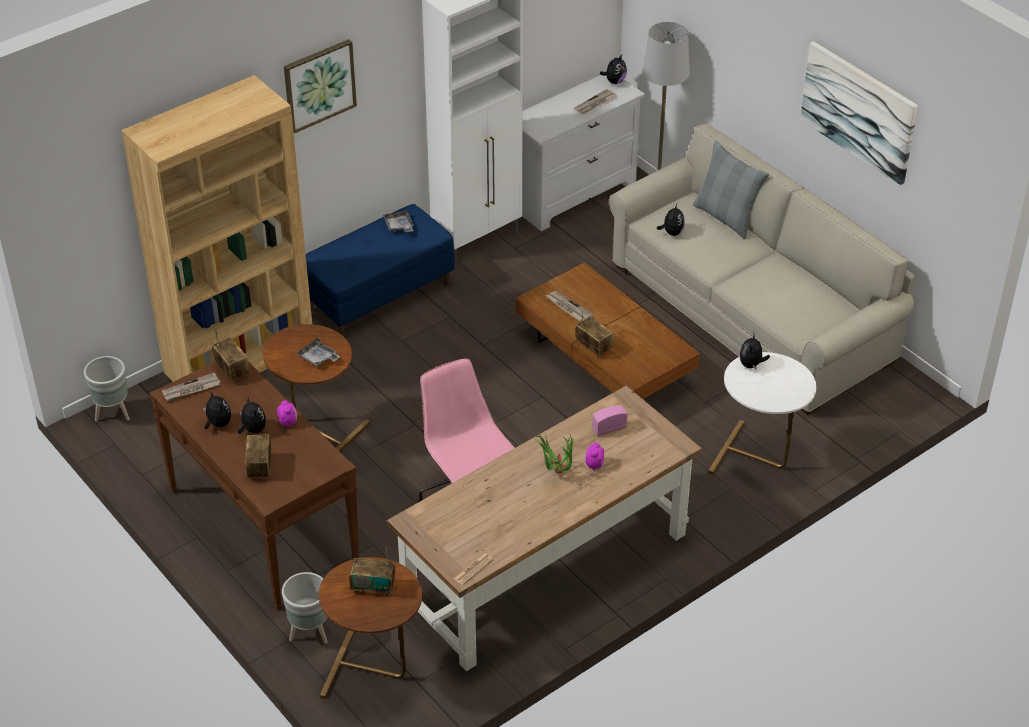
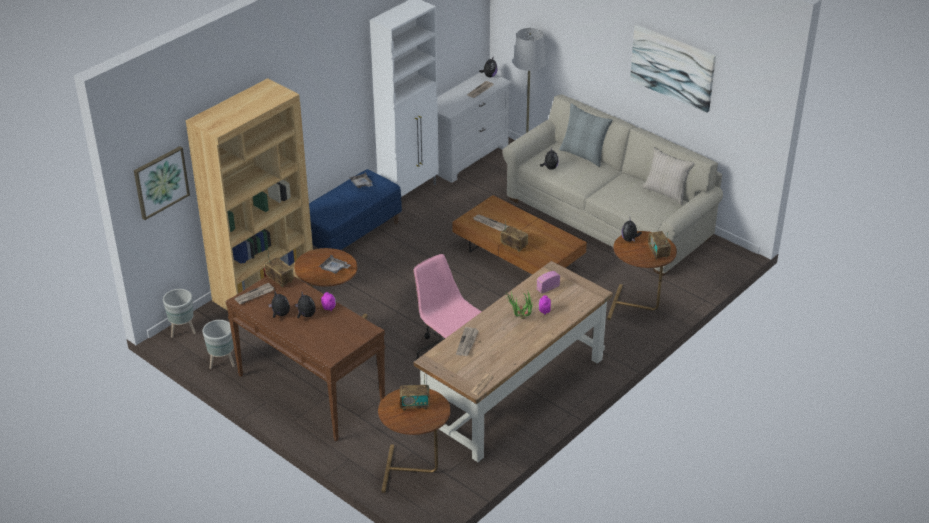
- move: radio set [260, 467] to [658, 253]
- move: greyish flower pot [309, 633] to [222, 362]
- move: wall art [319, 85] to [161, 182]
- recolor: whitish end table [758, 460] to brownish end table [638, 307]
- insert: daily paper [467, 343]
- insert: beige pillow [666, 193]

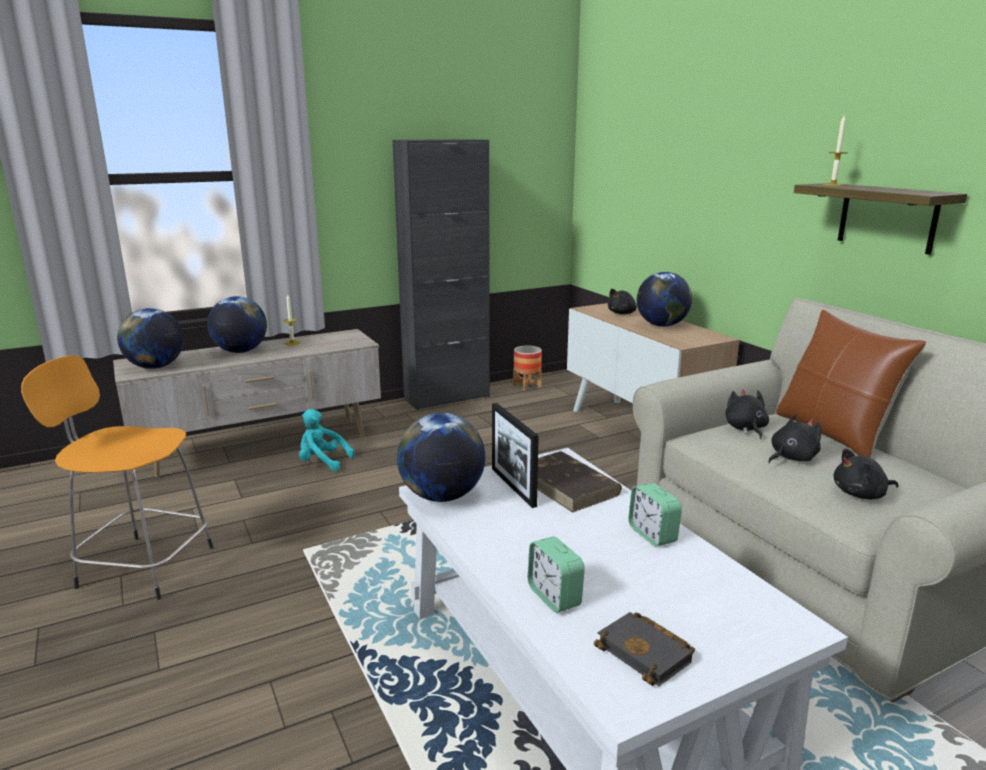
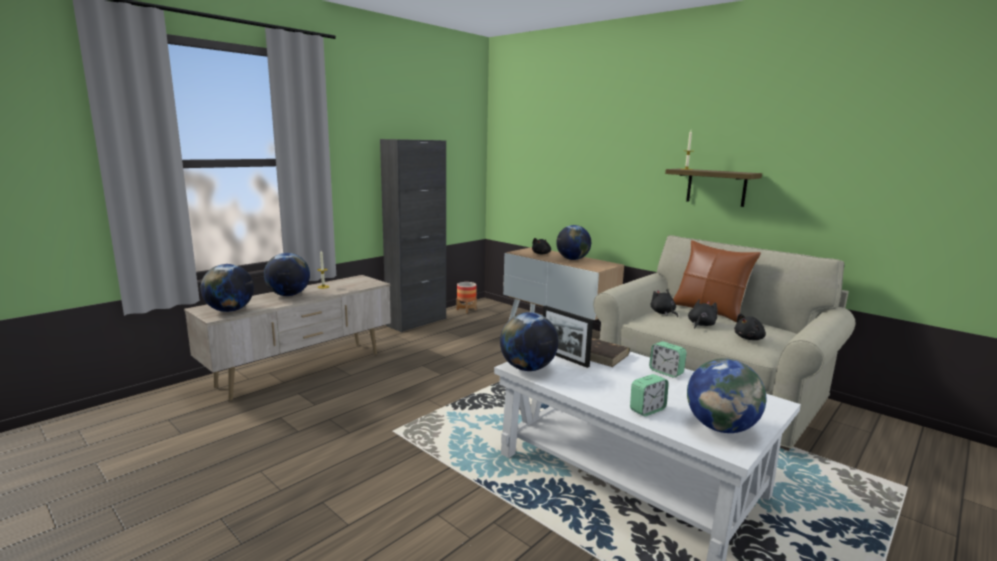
- delete: orange-coloured stool [142, 566]
- delete: blue-green plush toy [322, 462]
- rotate: bedside clock [554, 596] = [647, 410] 75 degrees counterclockwise
- replace: black-coloured volume [647, 653] to desk globe [721, 427]

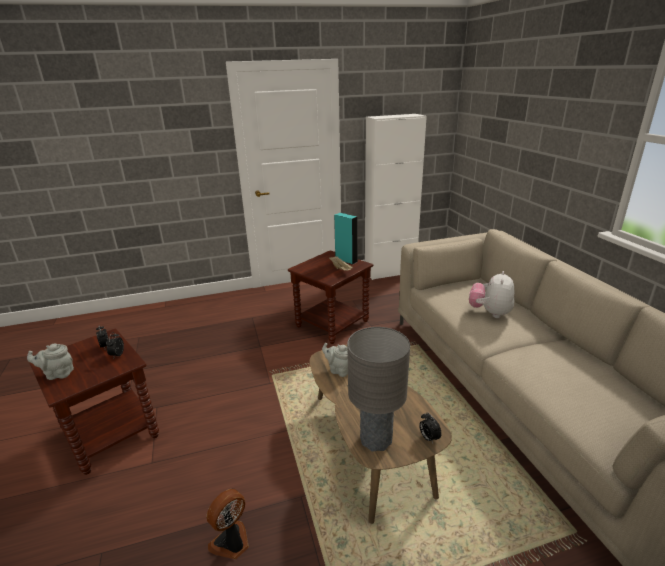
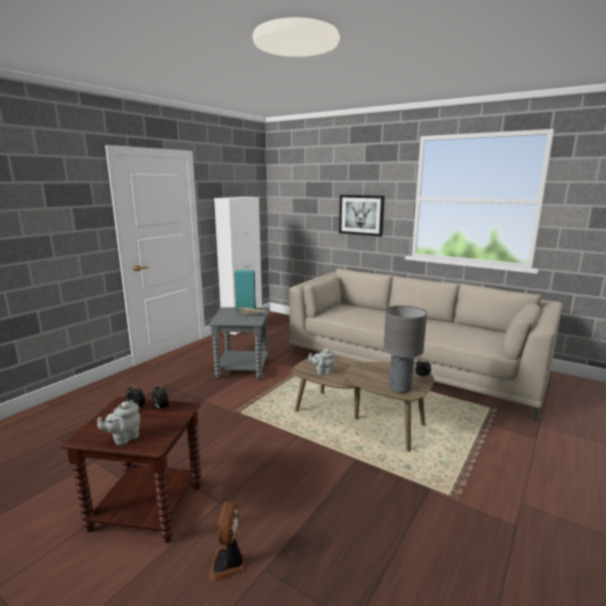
- move: cooling fan [232, 543] to [228, 564]
- recolor: brownish end table [332, 324] to greyish end table [243, 368]
- delete: plush toy [490, 313]
- insert: wall art [361, 215]

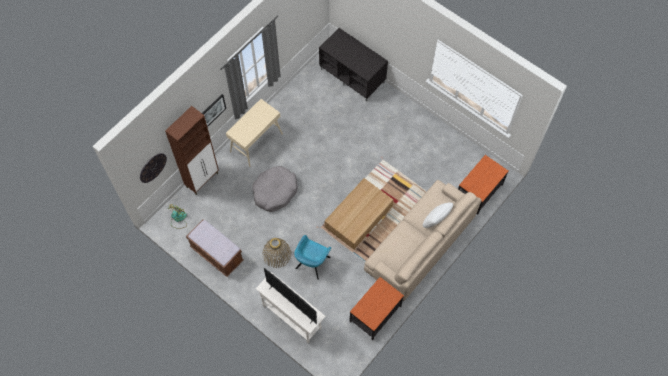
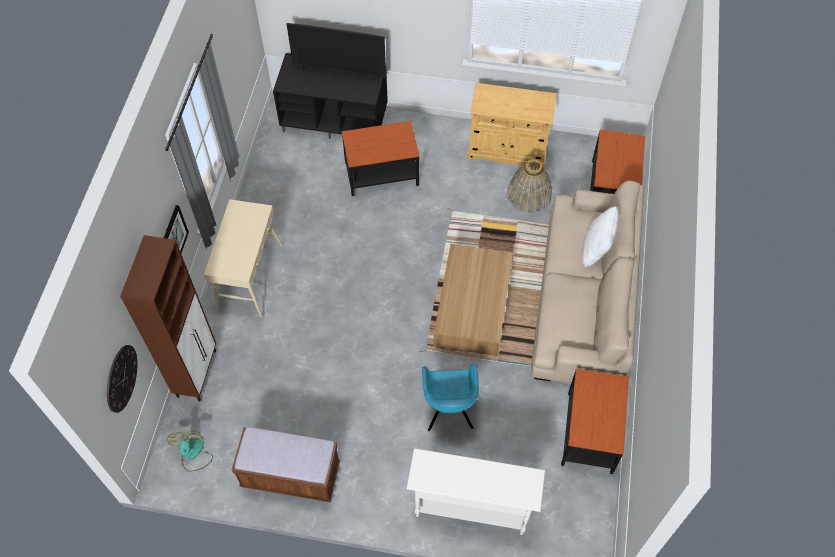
- delete: greyish dog bed [275, 191]
- move: storage basket [277, 254] to [529, 194]
- move: TV [292, 303] to [340, 74]
- insert: end table [381, 173]
- insert: beige cabinet [507, 149]

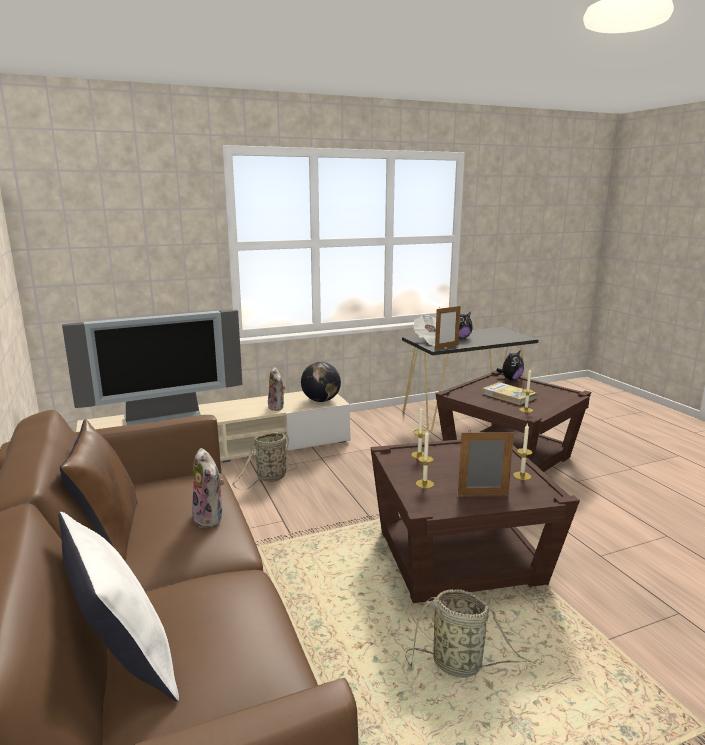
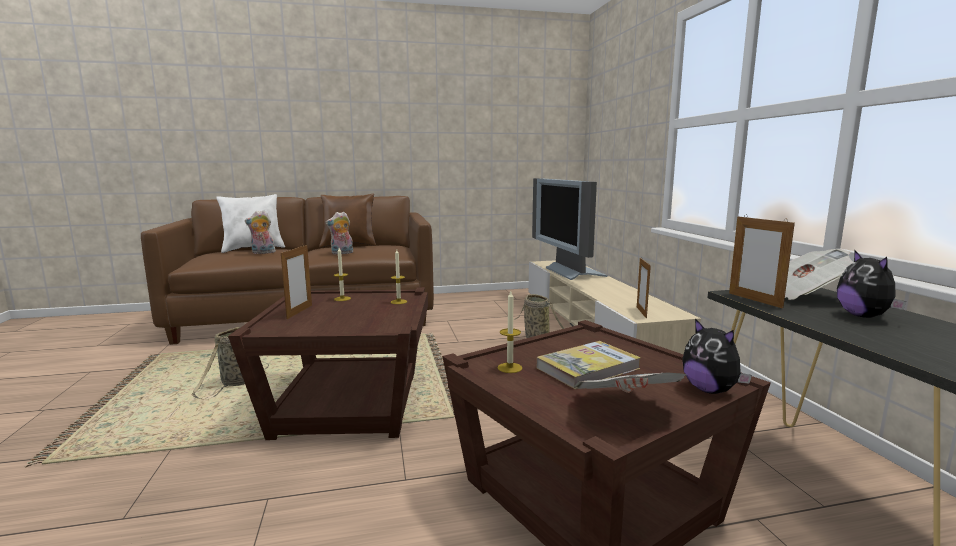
- move: plush toy [277, 407] to [262, 253]
- replace: desk globe [321, 400] to picture frame [641, 312]
- delete: candle [522, 476]
- insert: daily paper [624, 409]

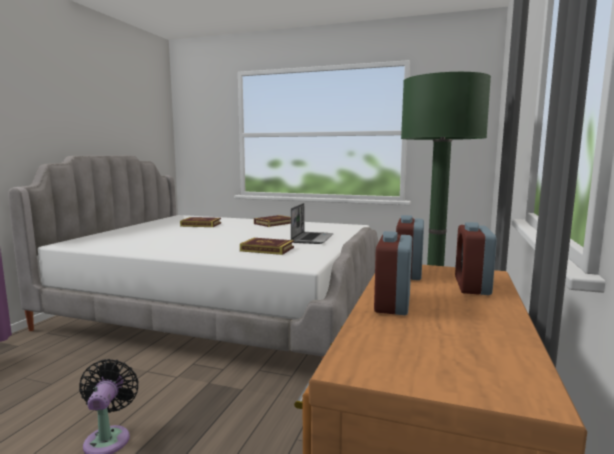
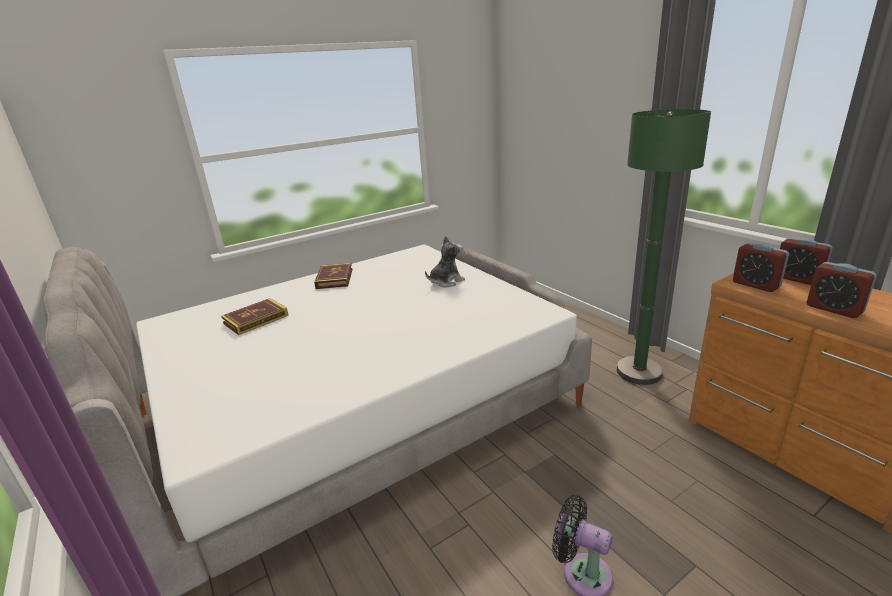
- delete: volume [267, 249]
- replace: portable computer [312, 239] to plush toy [446, 282]

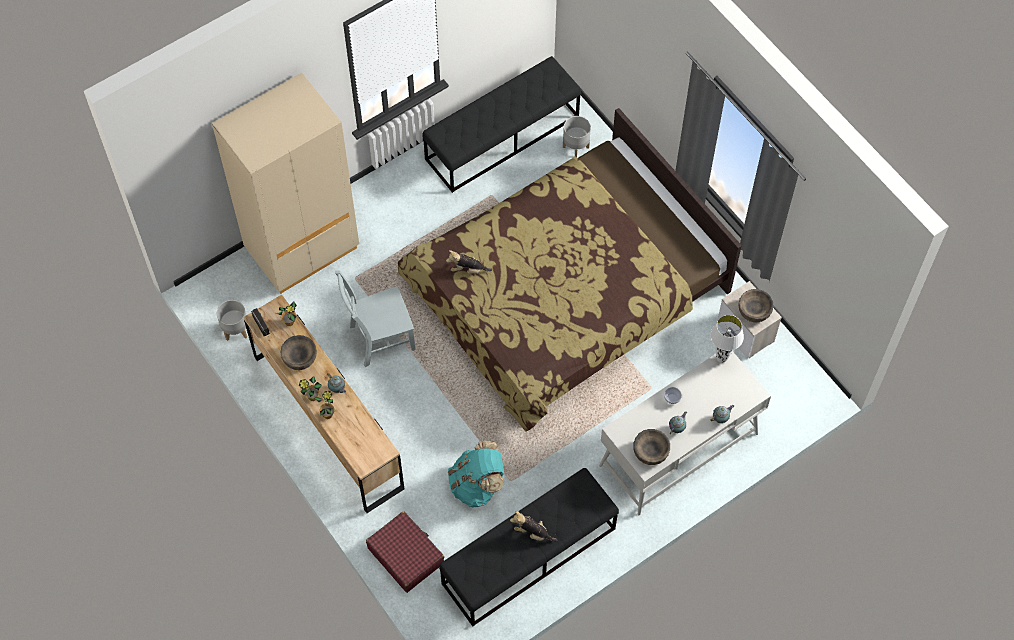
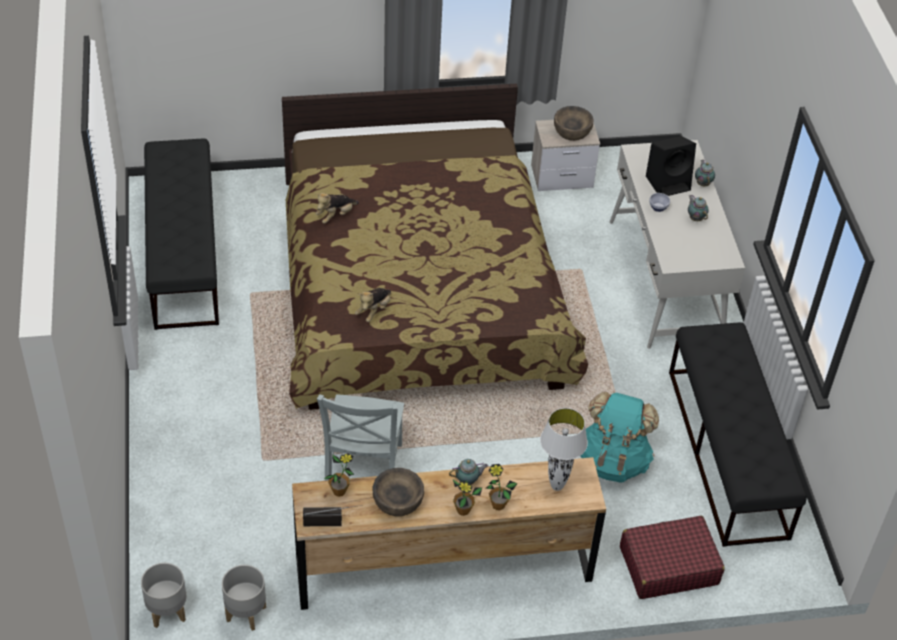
- delete: beige clothes cupboard [302, 249]
- move: plush toy [532, 532] to [336, 215]
- move: greyish flower pot [575, 147] to [167, 612]
- delete: brownish serving bowl [650, 451]
- move: whitish table lamp [721, 359] to [556, 486]
- insert: black-coloured audio speaker [668, 182]

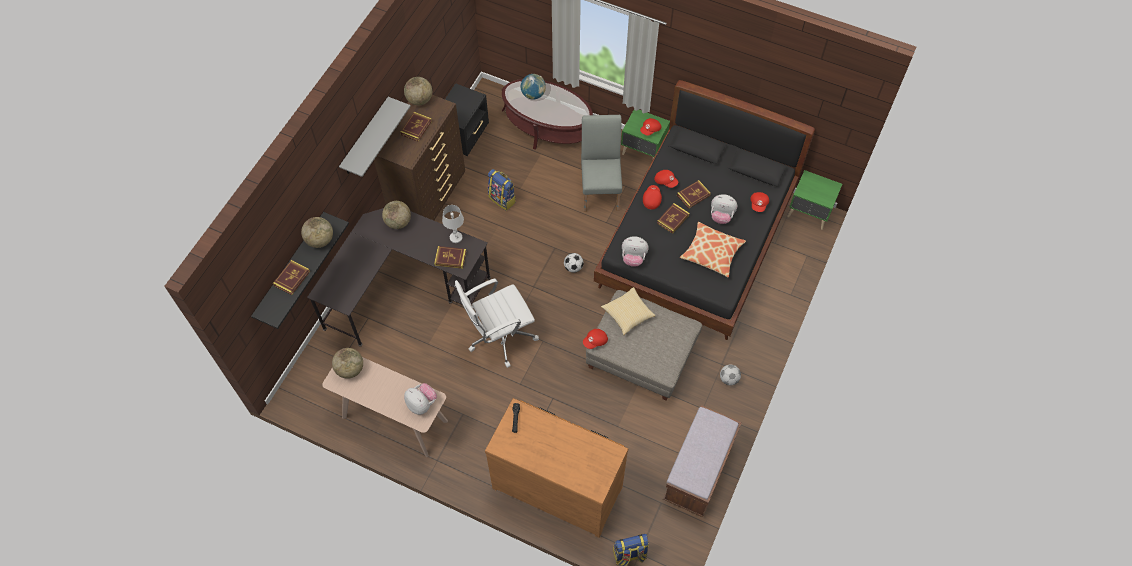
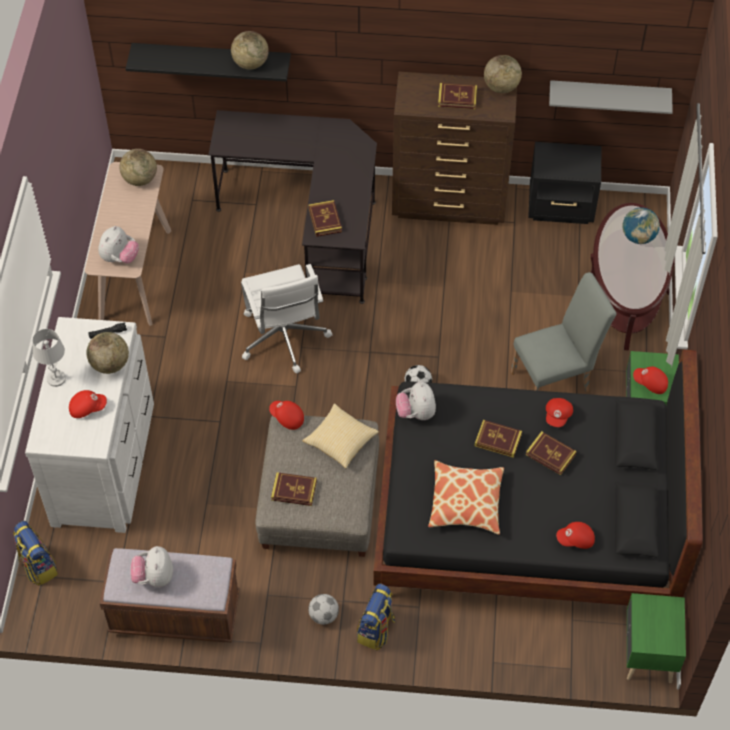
- move: volume [292, 278] to [294, 490]
- move: greyish bracket shelf [365, 137] to [609, 94]
- move: desk globe [398, 222] to [110, 364]
- move: whitish table lamp [456, 237] to [56, 379]
- rotate: whitish office chair [499, 336] = [284, 339] 150 degrees counterclockwise
- recolor: brownish dresser [558, 485] to whitish dresser [105, 462]
- move: knapsack [503, 199] to [376, 630]
- move: red peaked cap [651, 199] to [87, 408]
- move: plush toy [721, 216] to [154, 577]

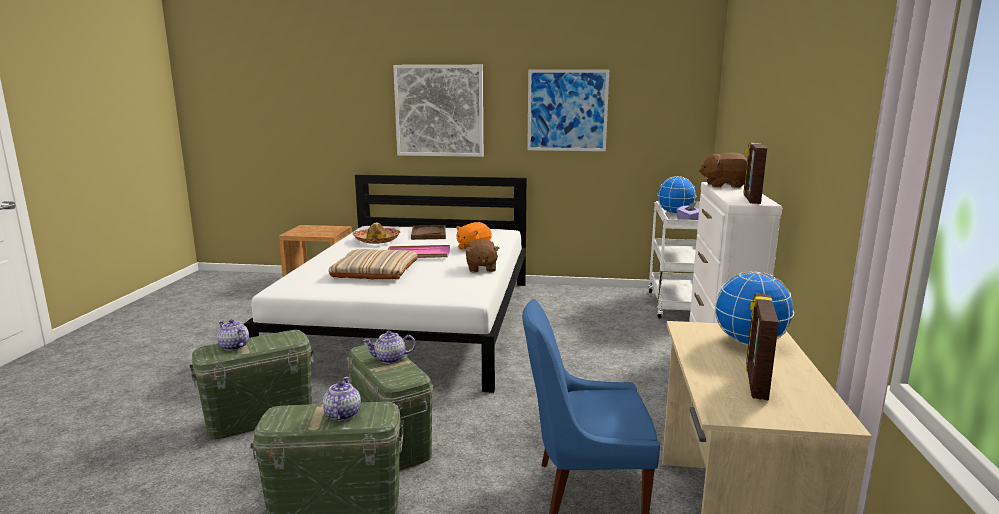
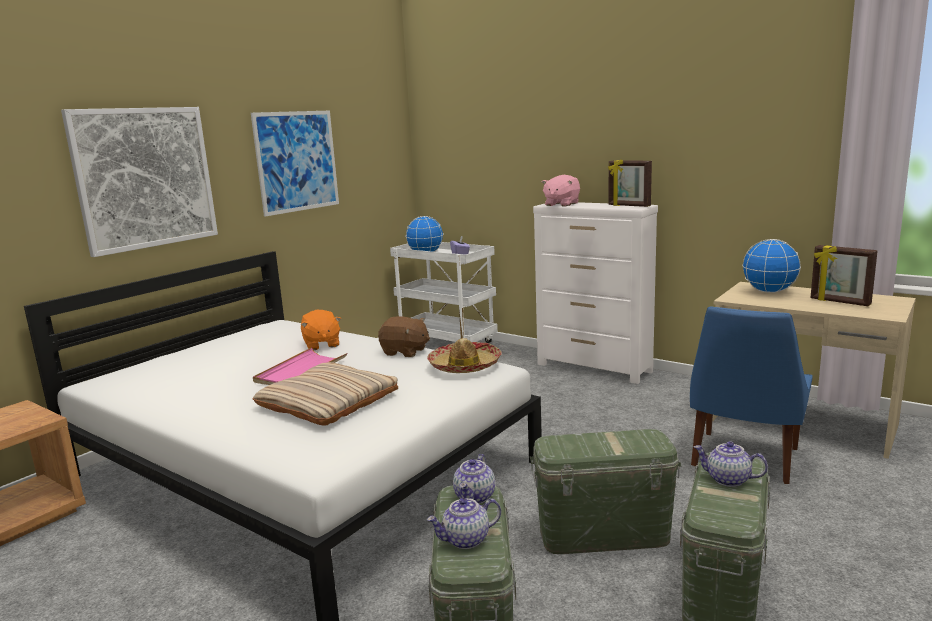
- move: clothing hat [377, 240] to [464, 366]
- move: tea pot [390, 359] to [475, 497]
- delete: brownish tray [428, 234]
- recolor: brownish plush toy [724, 185] to pink-coloured plush toy [561, 204]

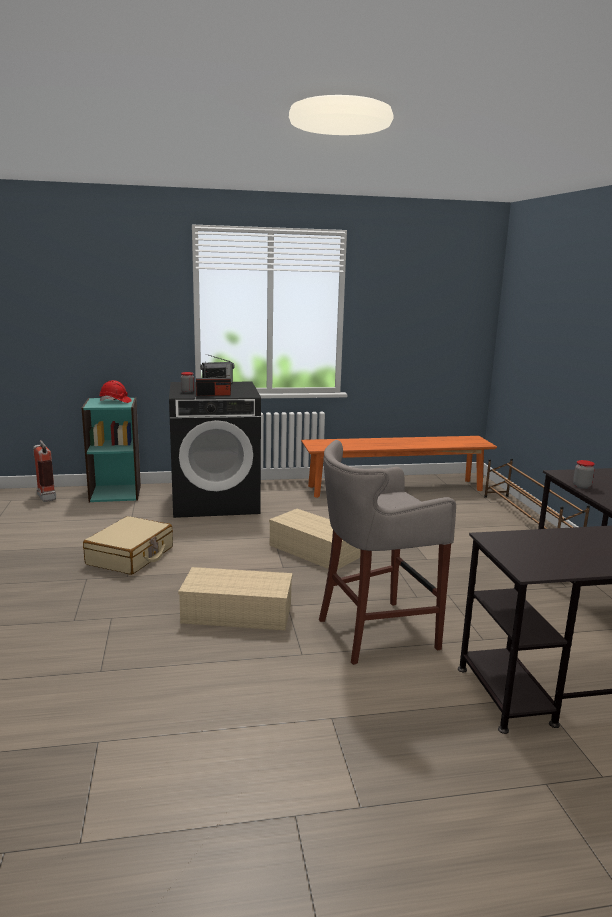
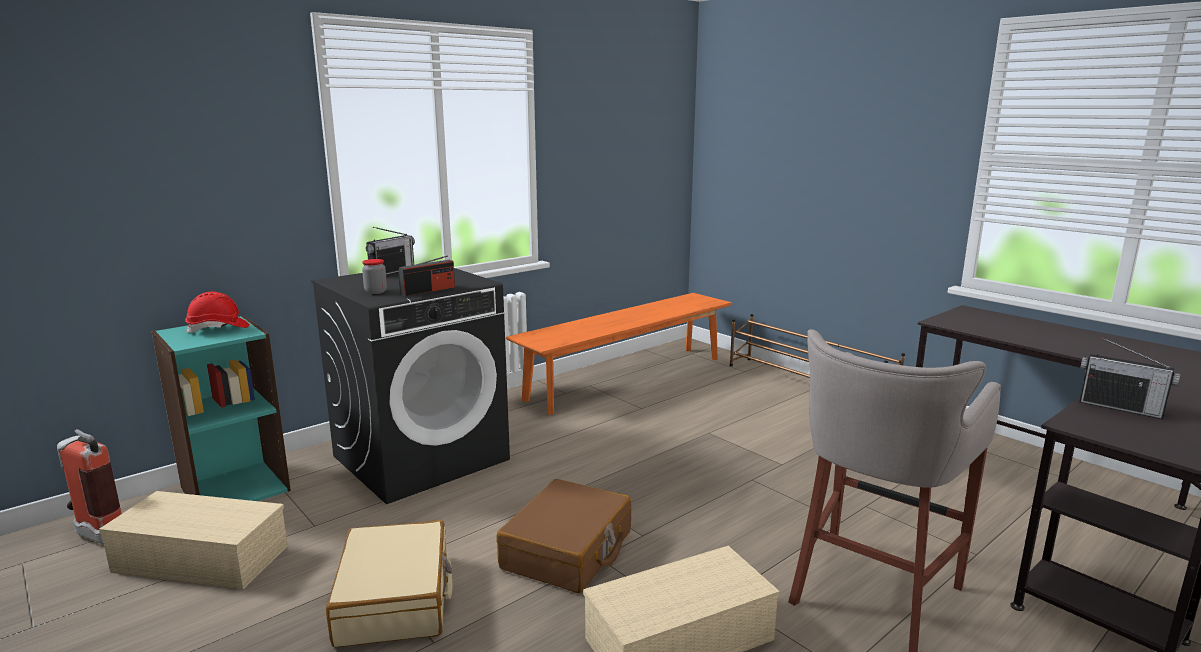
- move: beige storage container [312, 551] to [198, 559]
- delete: storage jar [581, 486]
- insert: brownish piece of luggage [568, 550]
- insert: radio set [1120, 408]

